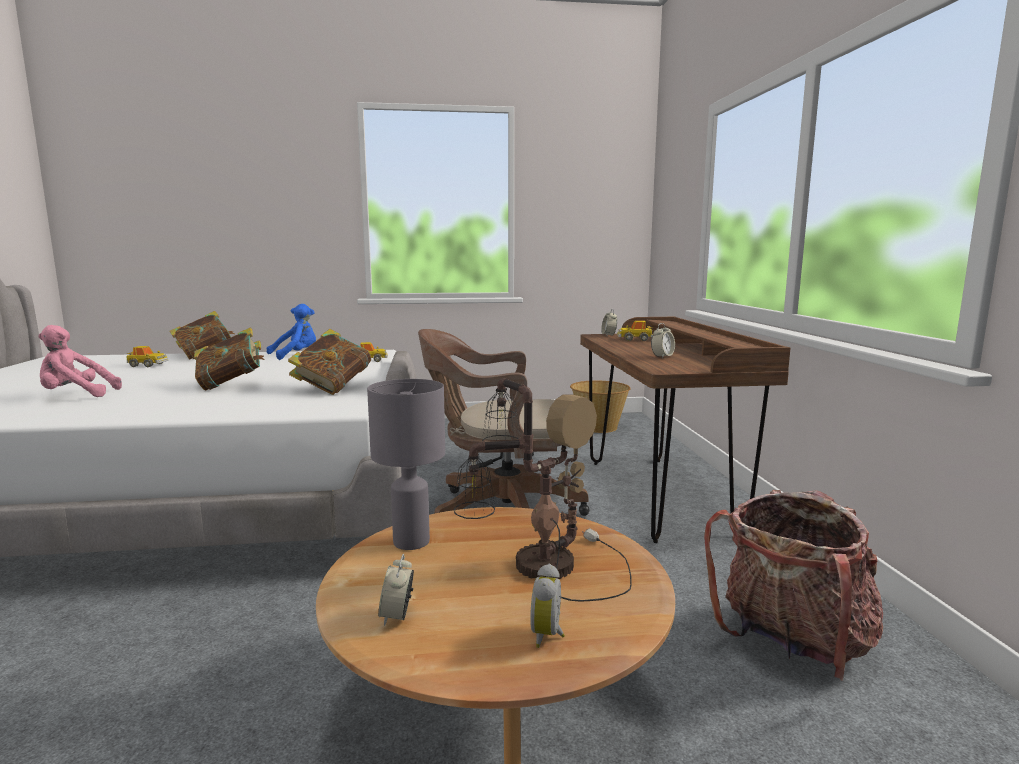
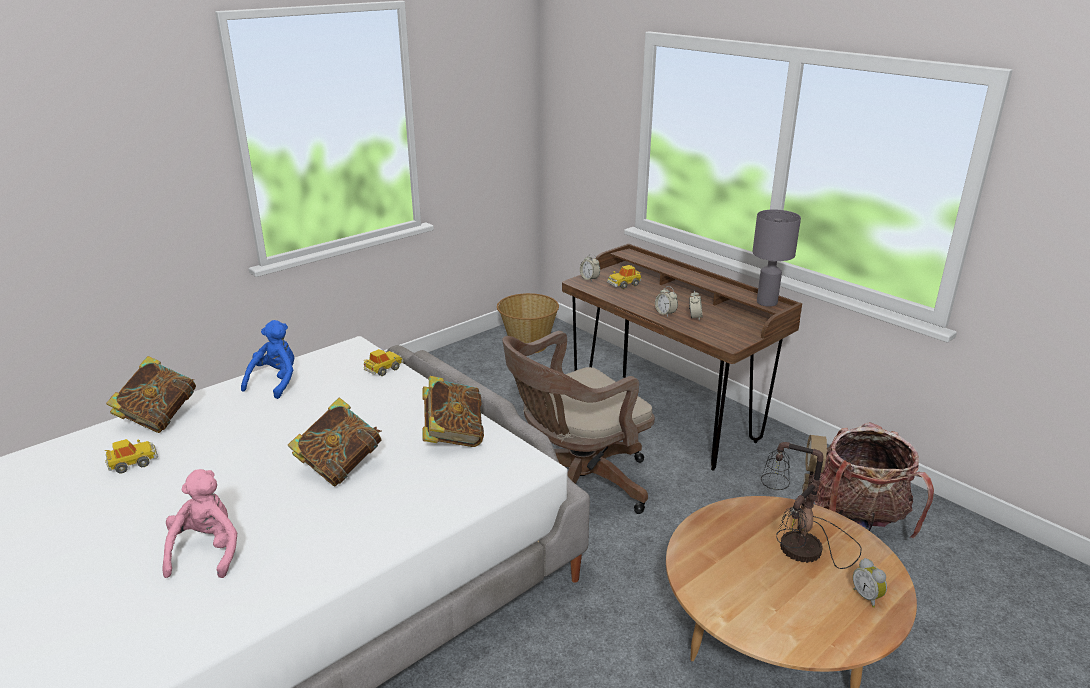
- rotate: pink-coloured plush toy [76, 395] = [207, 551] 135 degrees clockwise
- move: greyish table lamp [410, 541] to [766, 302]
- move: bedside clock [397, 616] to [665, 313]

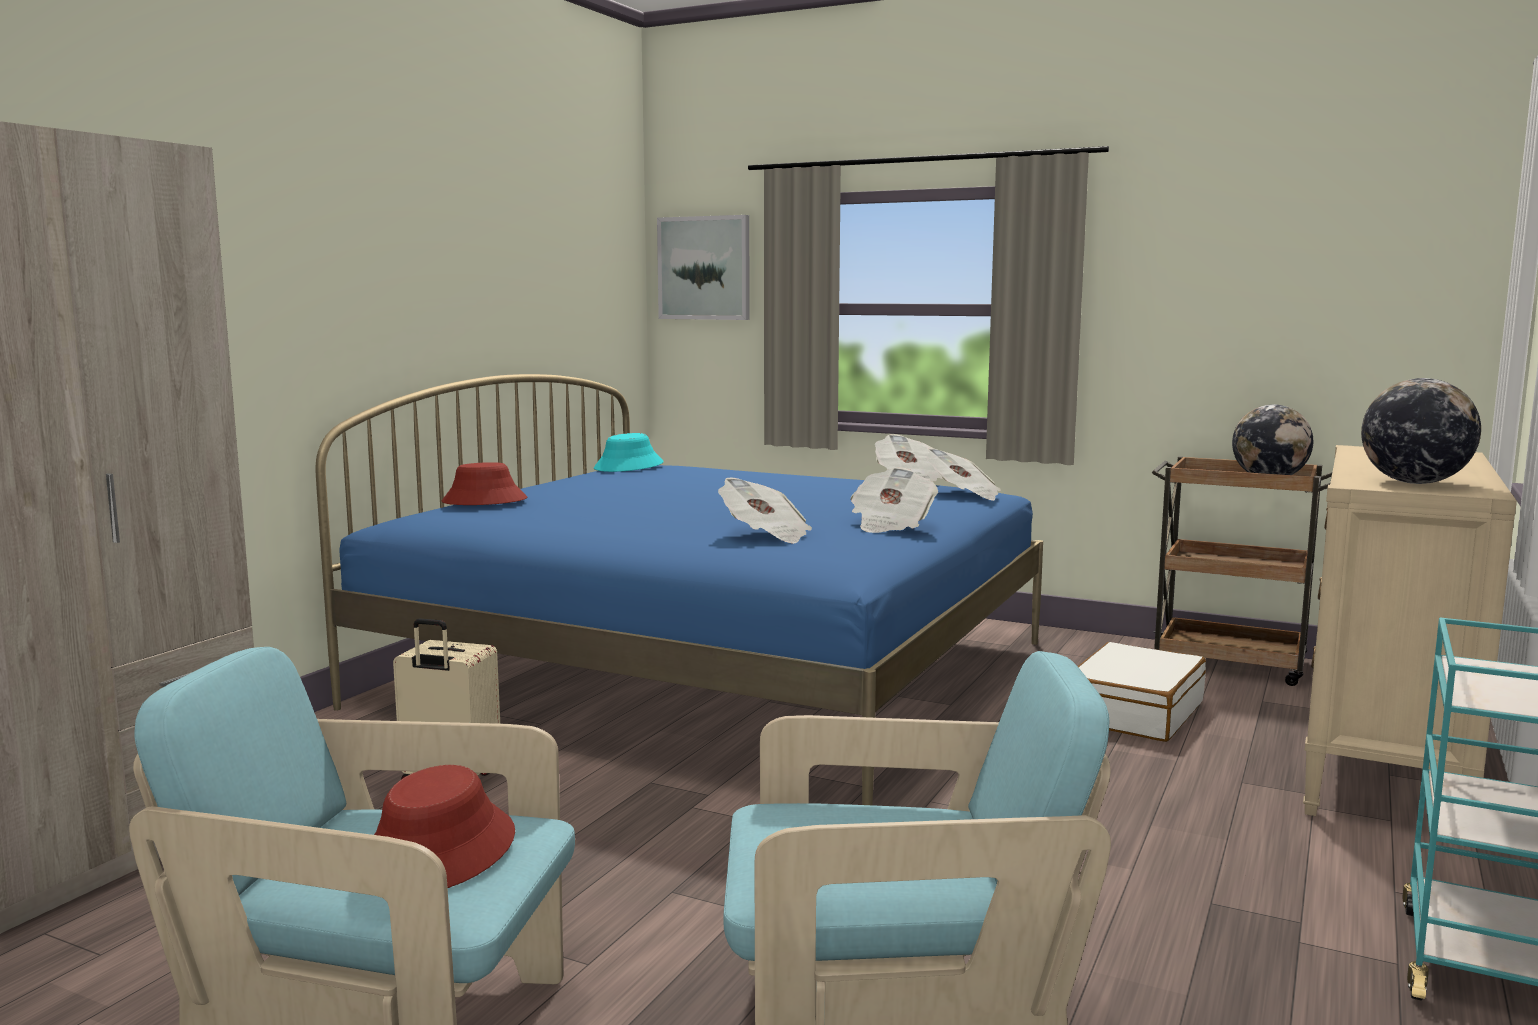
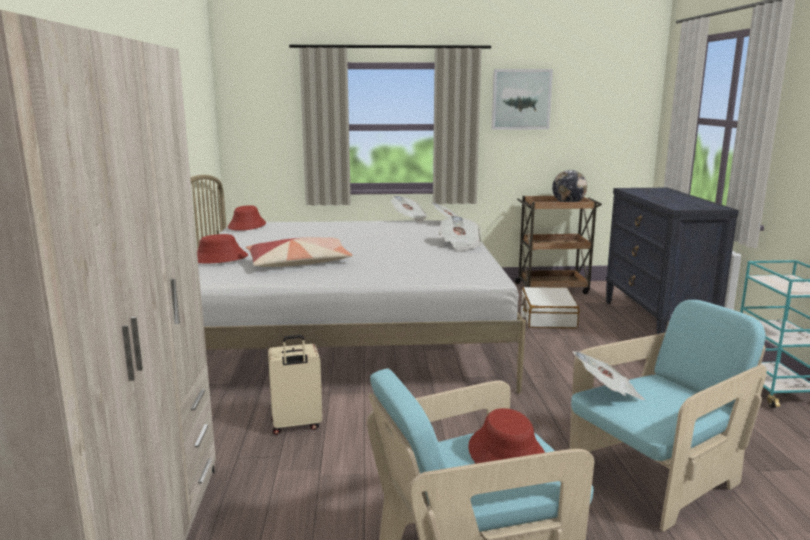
- recolor: blue-coloured bed [714, 673] to whitish bed [346, 336]
- recolor: blue-green clothing hat [629, 466] to red clothing hat [247, 225]
- move: wall art [704, 268] to [521, 99]
- move: daily paper [765, 535] to [607, 392]
- recolor: beige dresser [1383, 767] to black-coloured dresser [656, 322]
- delete: desk globe [1414, 483]
- insert: pillow [299, 263]

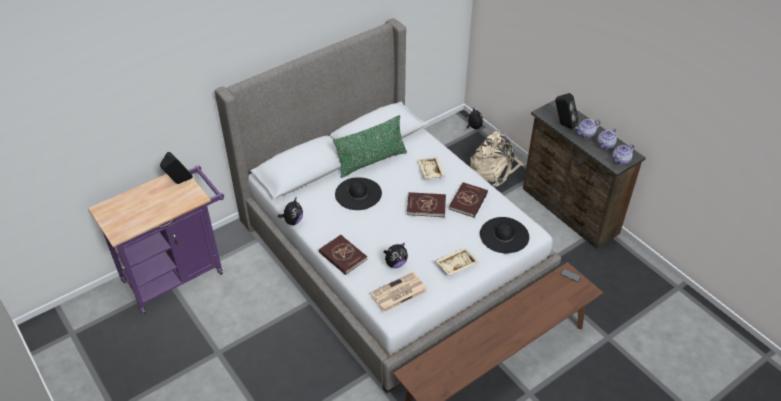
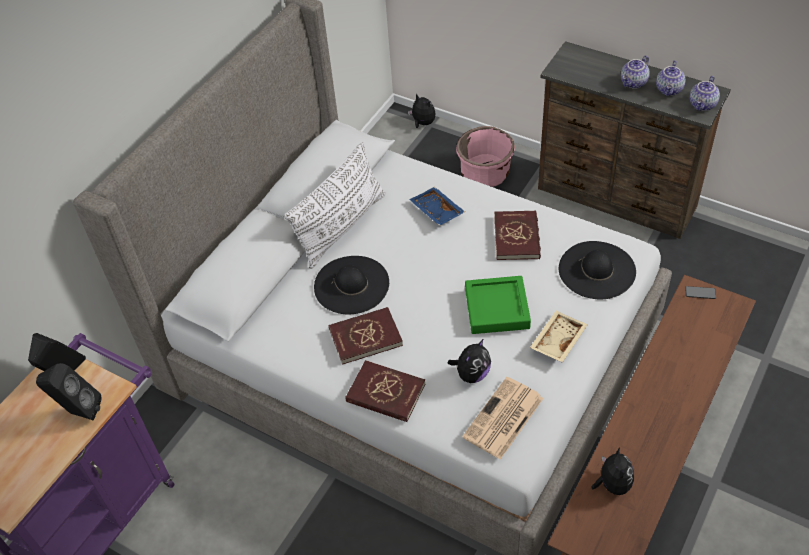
- move: plush toy [293, 221] to [612, 484]
- recolor: green-coloured pillow [371, 161] to whitish pillow [341, 227]
- move: red volume [426, 206] to [365, 337]
- recolor: beige tray [430, 171] to blue-coloured tray [436, 212]
- replace: beige knapsack [494, 169] to pink-coloured flower pot [485, 174]
- move: black-coloured audio speaker [563, 124] to [78, 411]
- insert: green-coloured tray [497, 309]

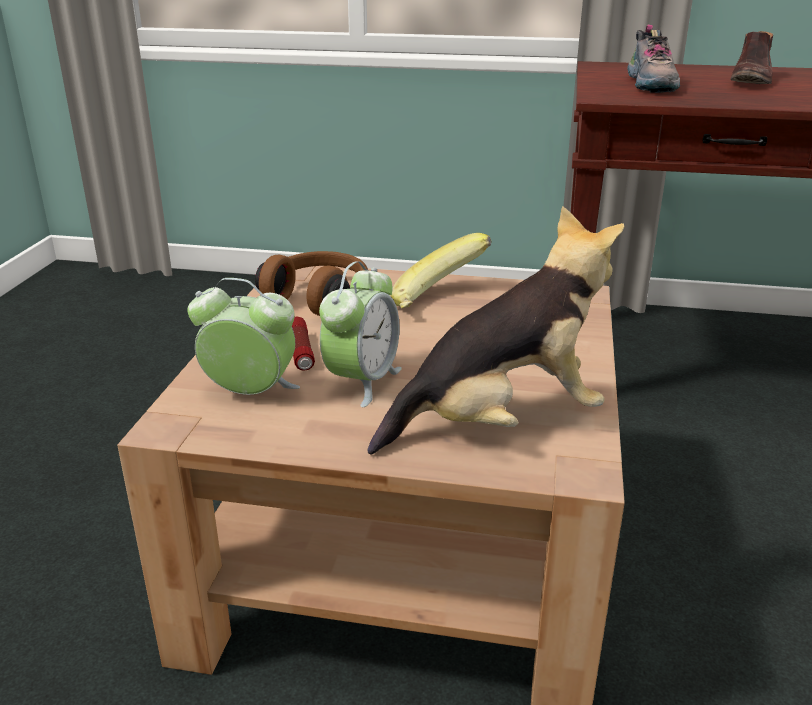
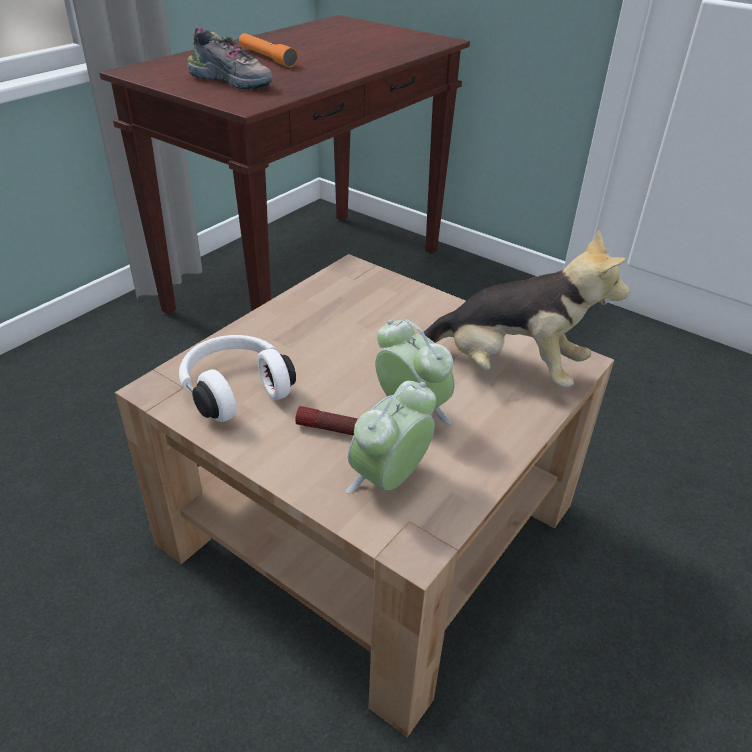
- recolor: brownish pair of headphones [319, 298] to whitish pair of headphones [235, 389]
- rotate: plush toy [500, 422] = [507, 369] 105 degrees clockwise
- delete: banana [439, 302]
- replace: brownish low shoe [751, 80] to orange-coloured torch [267, 57]

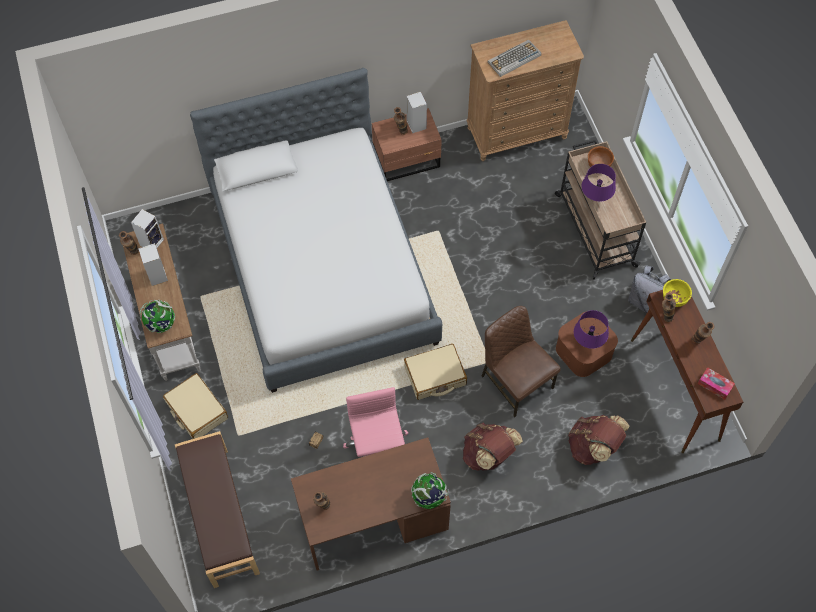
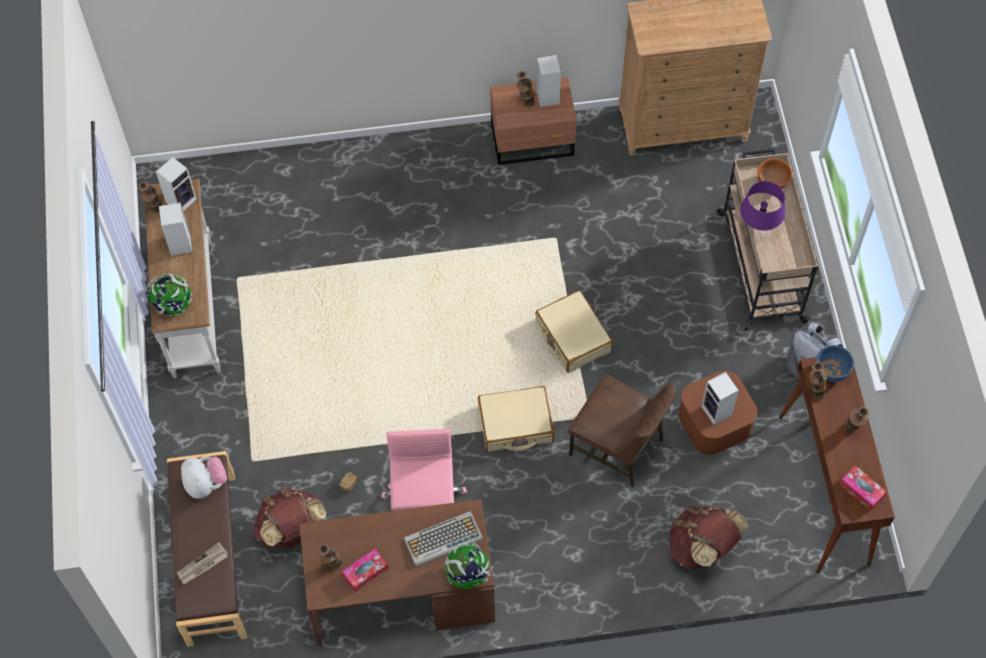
- move: beige piece of luggage [197, 411] to [572, 337]
- delete: bed [322, 267]
- move: brownish knapsack [488, 455] to [292, 530]
- rotate: brownish plain chair [515, 381] = [618, 447] 150 degrees clockwise
- move: computer keyboard [514, 59] to [442, 540]
- replace: purple table lamp [588, 343] to audio speaker [717, 411]
- recolor: yellowish serving bowl [674, 299] to blue-coloured serving bowl [831, 371]
- insert: daily paper [202, 565]
- insert: plush toy [205, 484]
- insert: tissue holder [365, 572]

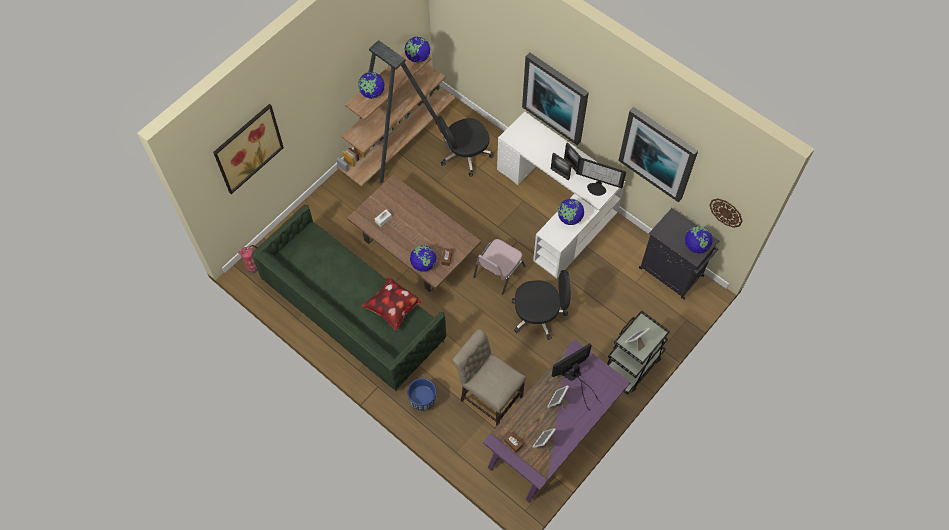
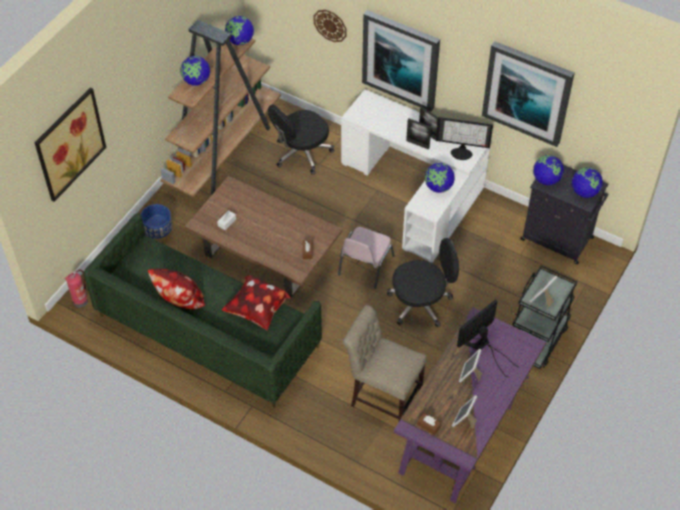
- move: blue-coloured flower pot [422, 401] to [158, 233]
- move: desk globe [423, 264] to [546, 179]
- move: clock on the wall [726, 212] to [330, 25]
- insert: pillow [180, 301]

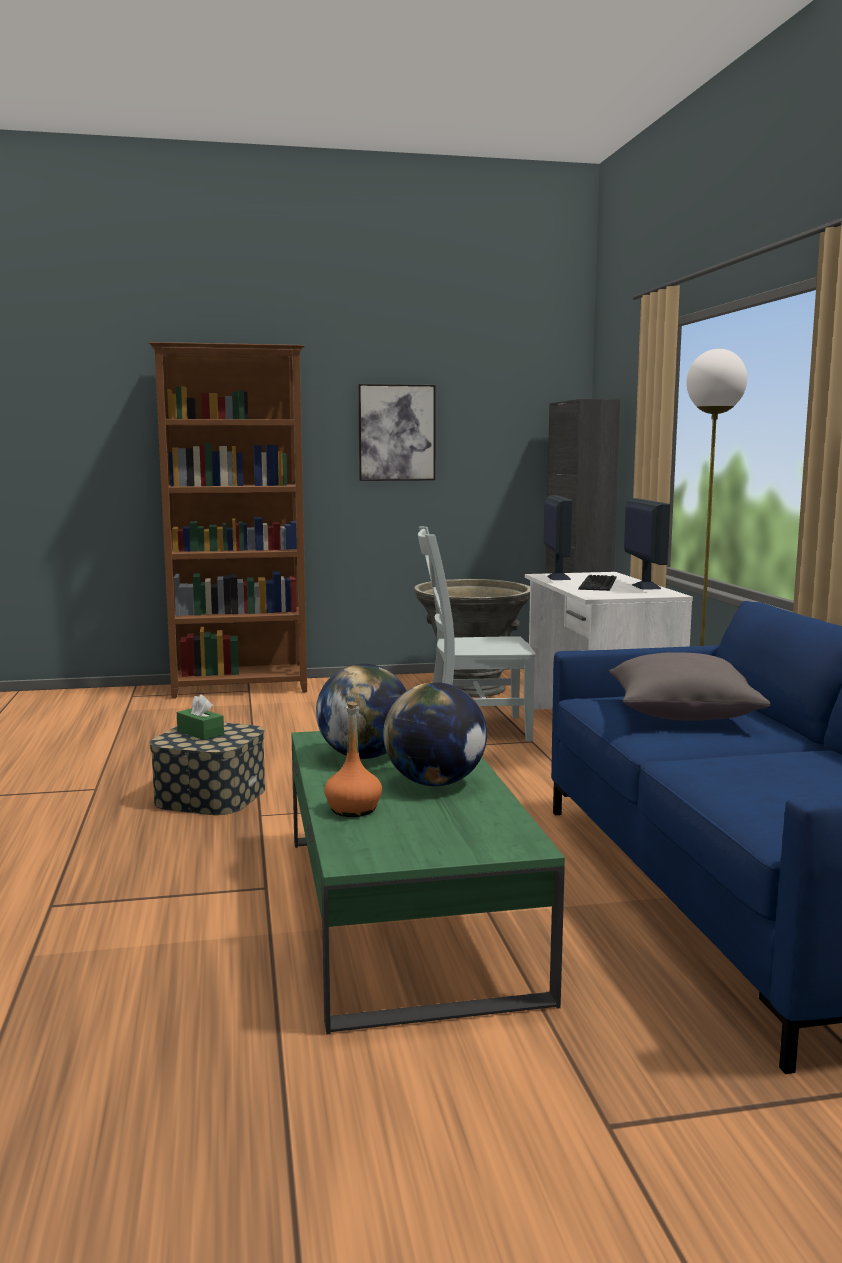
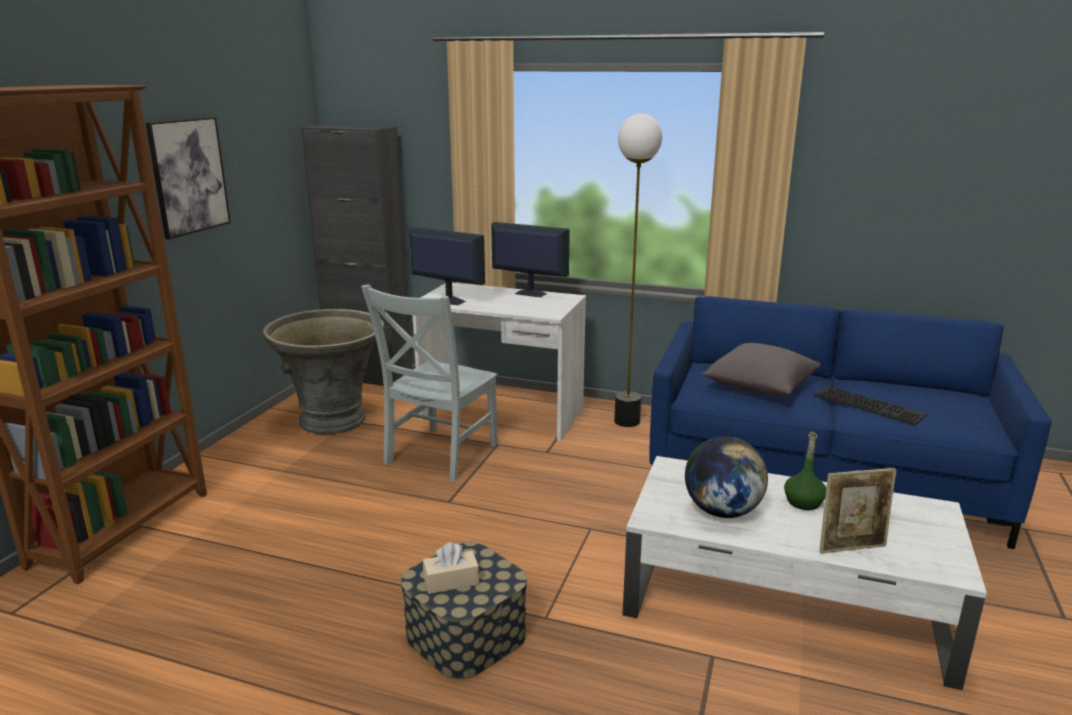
- recolor: green-coloured tissue holder [200, 733] to beige tissue holder [451, 581]
- recolor: green-coloured low table [404, 911] to whitish low table [787, 601]
- replace: orange-coloured drink bottle [353, 809] to picture frame [851, 547]
- replace: desk globe [435, 783] to green-coloured drink bottle [803, 502]
- move: computer keyboard [600, 583] to [870, 404]

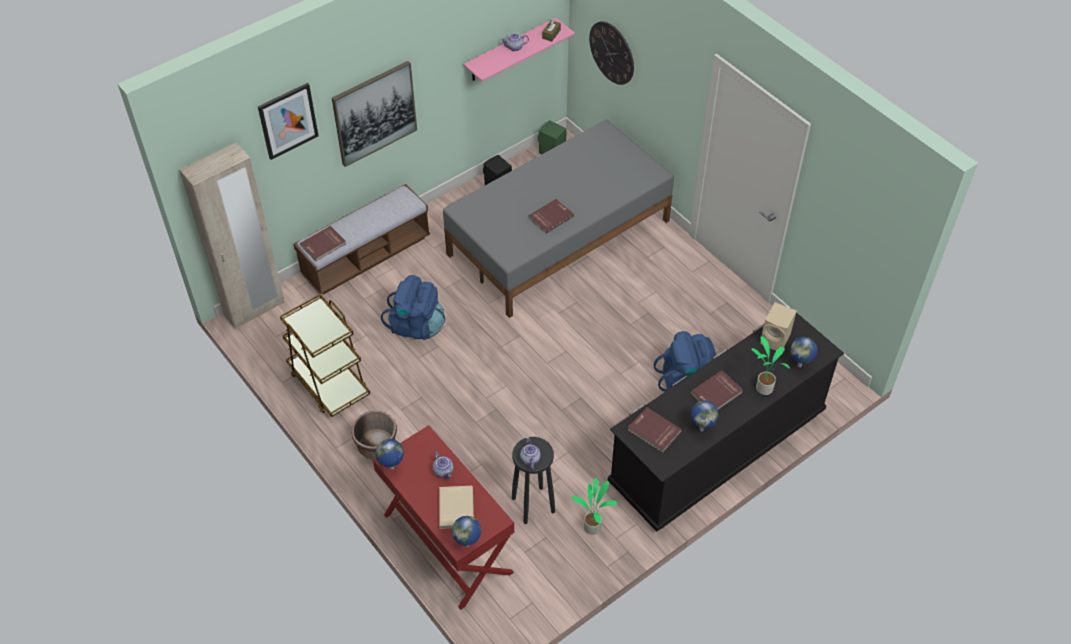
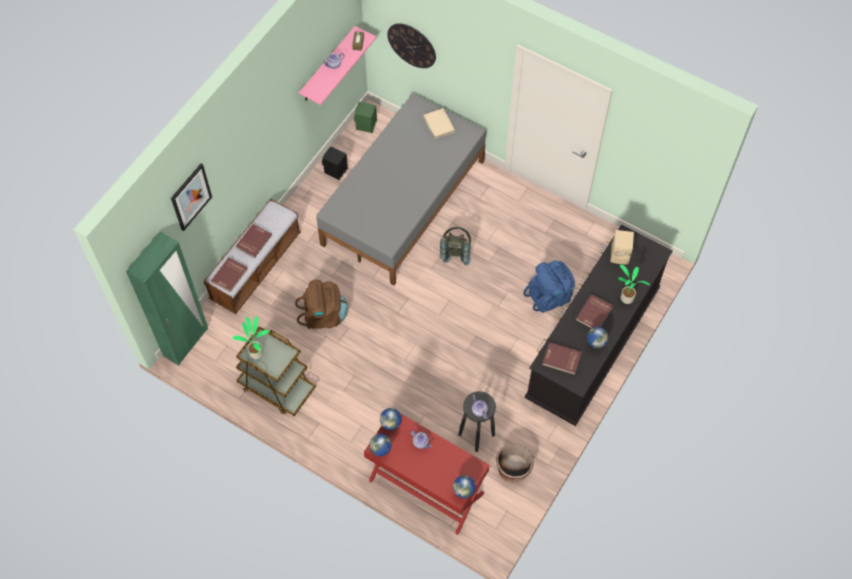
- recolor: beige clothes cupboard [254, 309] to green-coloured clothes cupboard [186, 342]
- delete: wall art [374, 113]
- move: brownish flower pot [376, 446] to [513, 469]
- recolor: blue-coloured knapsack [416, 326] to brownish knapsack [324, 315]
- move: beige volume [455, 508] to [438, 124]
- move: red volume [550, 217] to [253, 241]
- move: potted plant [593, 527] to [256, 352]
- move: desk globe [800, 365] to [391, 427]
- insert: greyish knapsack [455, 251]

